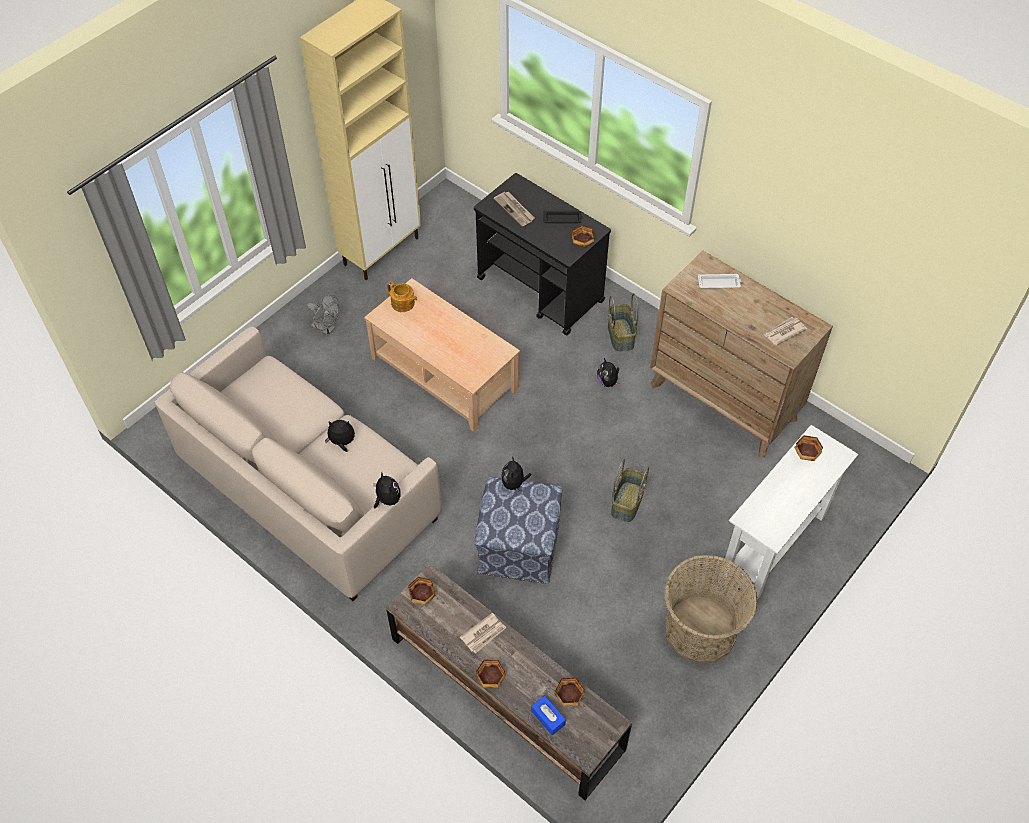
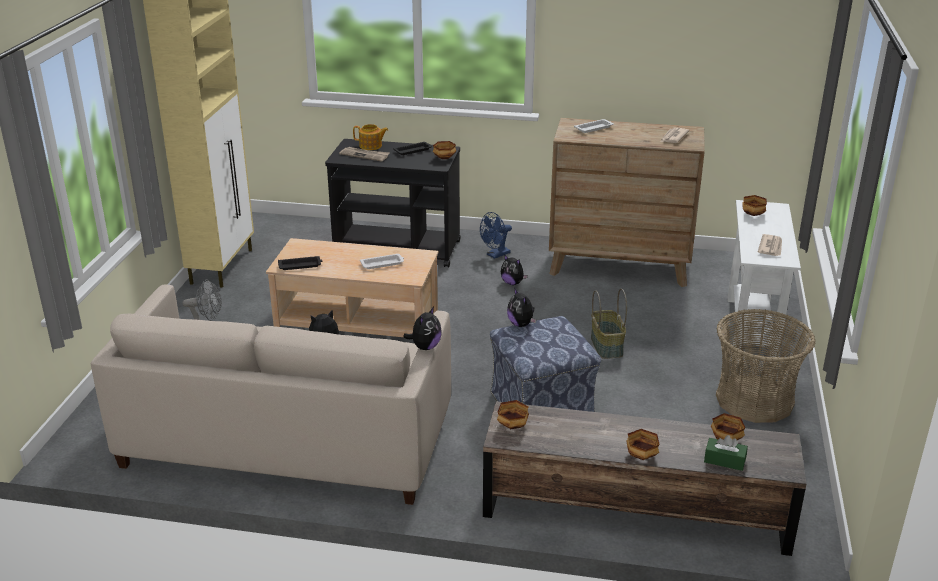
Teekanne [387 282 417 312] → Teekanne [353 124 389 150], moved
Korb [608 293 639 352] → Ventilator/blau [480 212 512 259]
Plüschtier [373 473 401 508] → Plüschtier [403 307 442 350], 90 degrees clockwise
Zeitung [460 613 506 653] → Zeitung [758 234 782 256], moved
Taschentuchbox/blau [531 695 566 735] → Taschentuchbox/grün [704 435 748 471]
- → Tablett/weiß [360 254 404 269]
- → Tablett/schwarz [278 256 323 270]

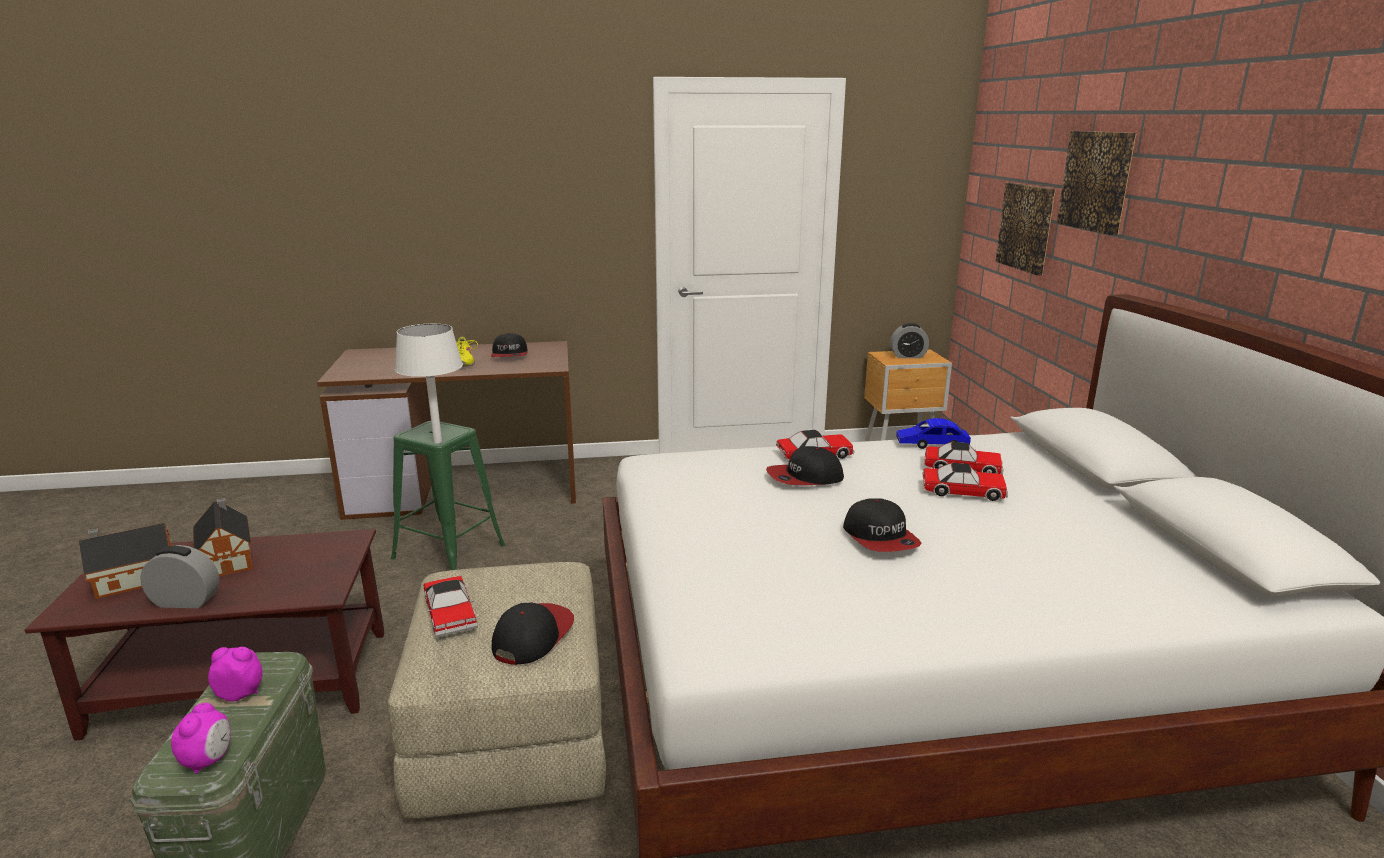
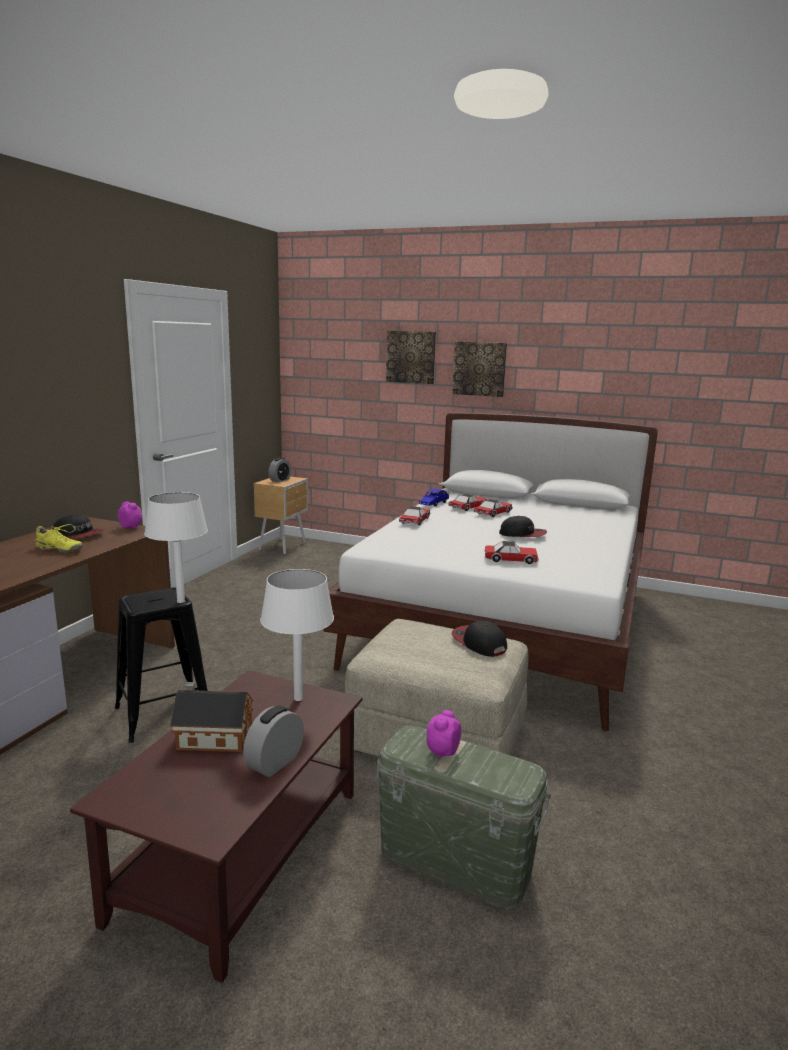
Bild [995 183 1056 275] → Bild [452 342 507 397], moved
Hocker/grün [391 421 505 570] → Hocker/schwarz [115 587 208 743]
Kappe [766 446 844 485] → -
Spielzeughaus [79 523 171 599] → -
Spielzeugauto [424 576 478 637] → Spielzeugauto [485 541 539 564], moved
Wecker [171 703 231 774] → Wecker [118 502 142 529], moved
- → Tischlampe/weiß [260 569 334 701]

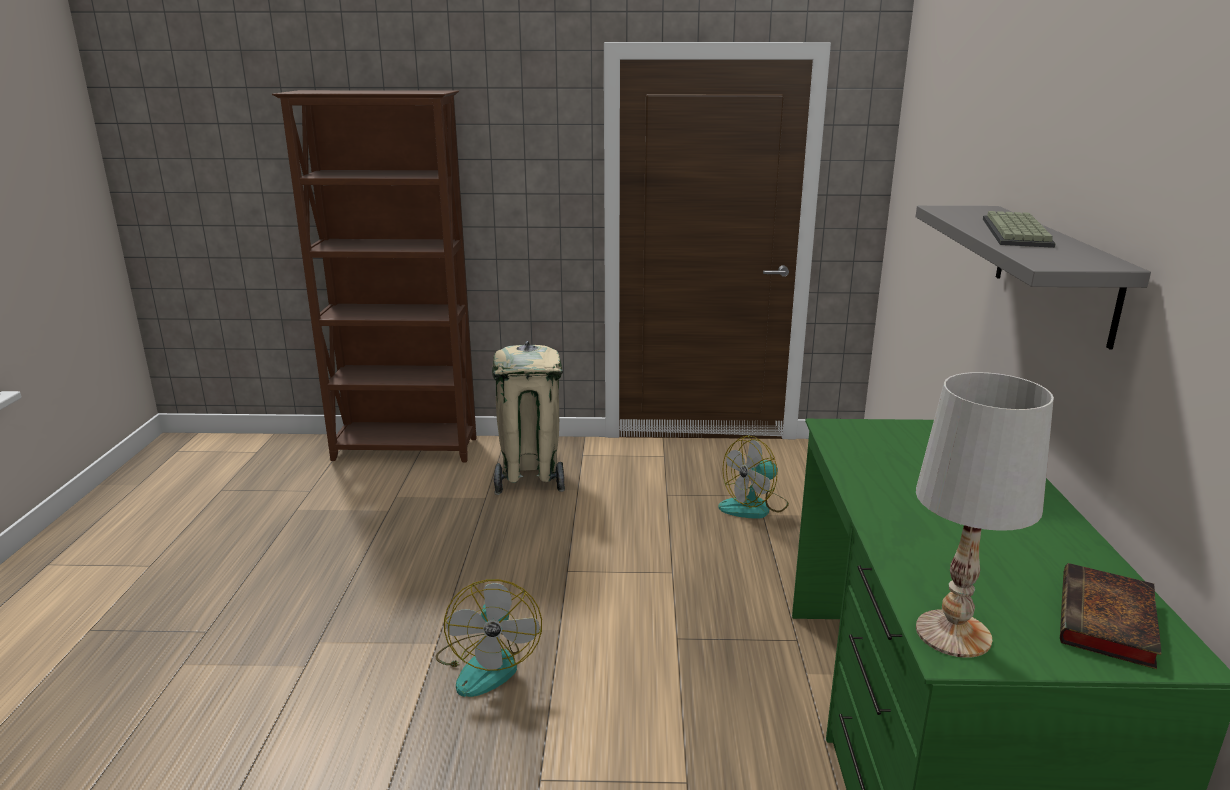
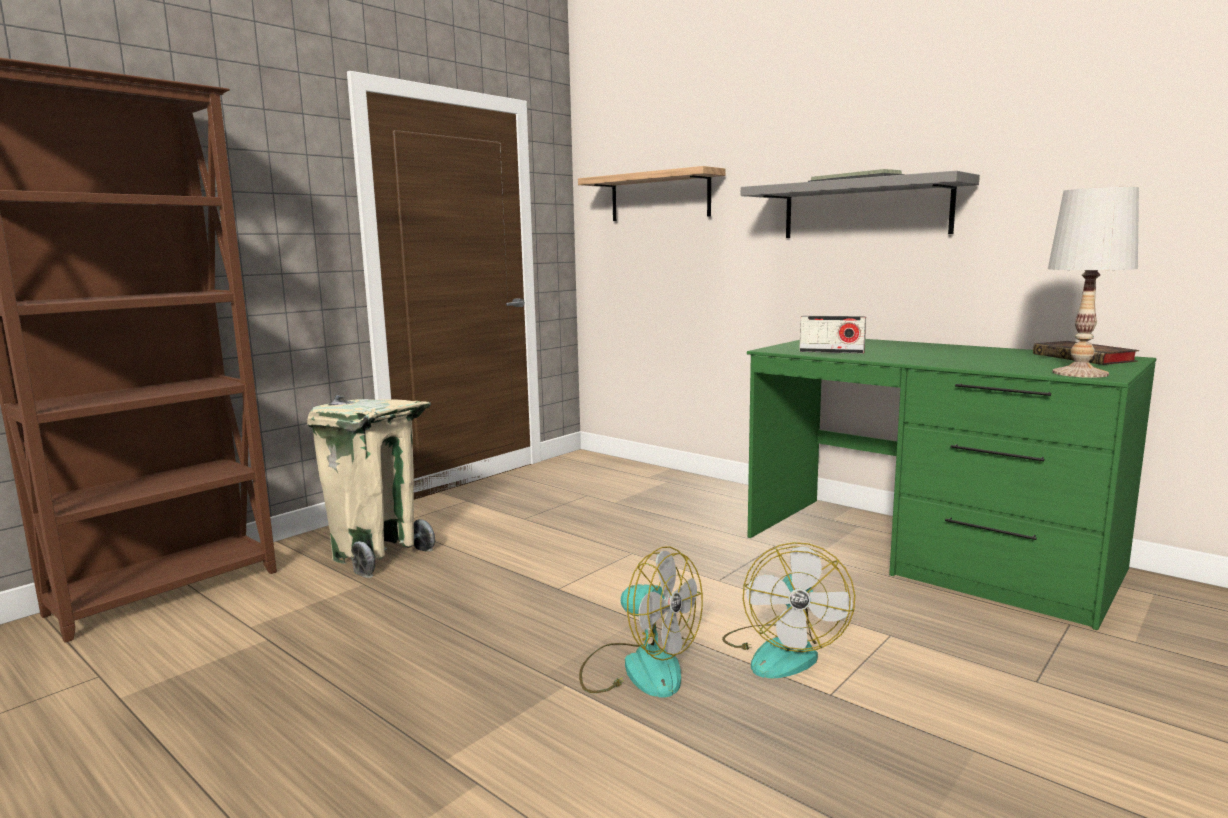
Ventilator [718 435 789 519] → Ventilator [722 542 855 678], moved
- → Wandregal [578 166 726 221]
- → Radio [799 316 866 354]

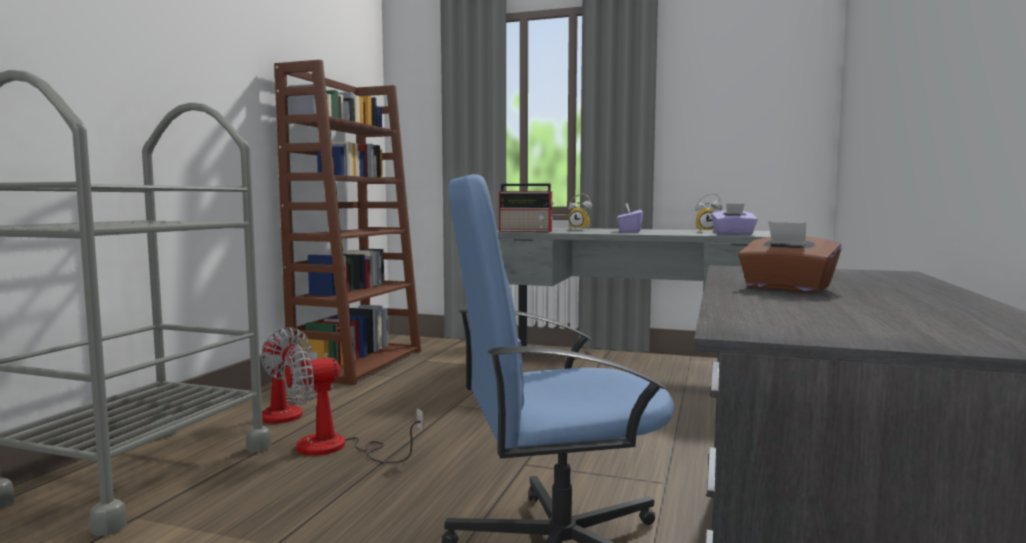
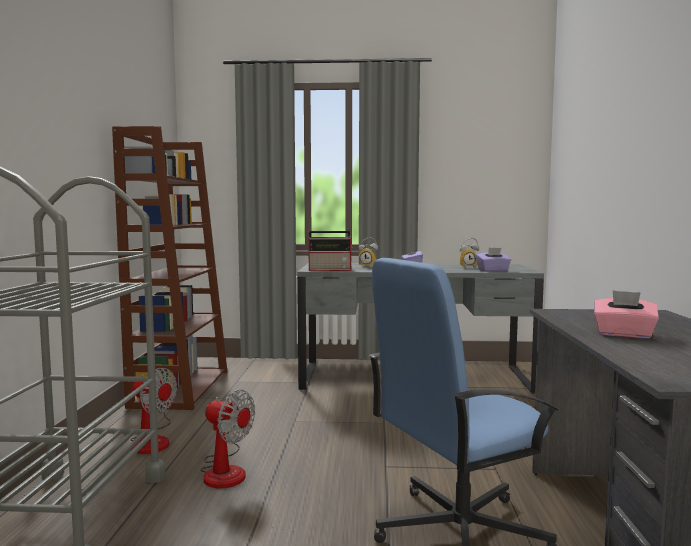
Taschentuchbox/braun [738 221 842 292] → Taschentuchbox/rosa [594 290 659 338]
Ventilator [284 345 423 463] → Ventilator [200 390 255 488], 105 degrees counterclockwise

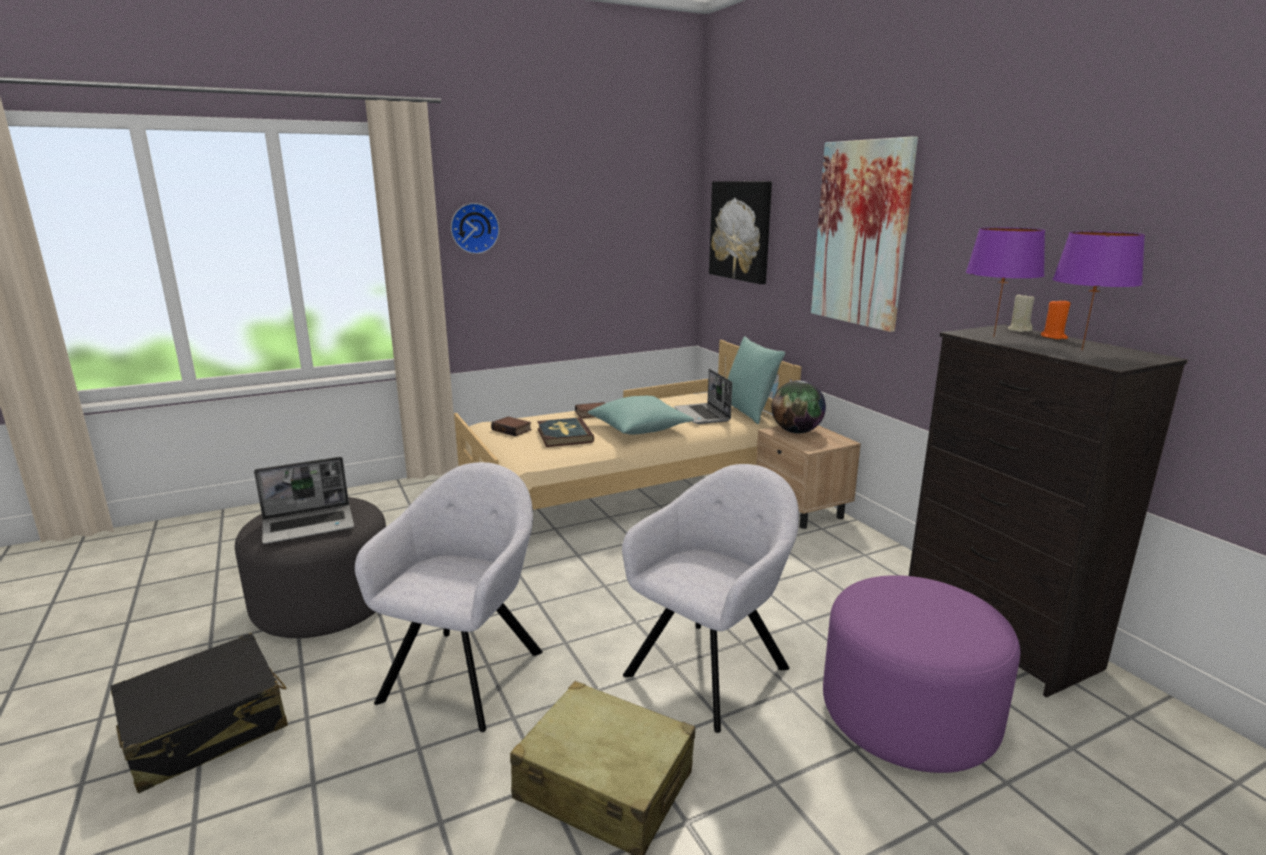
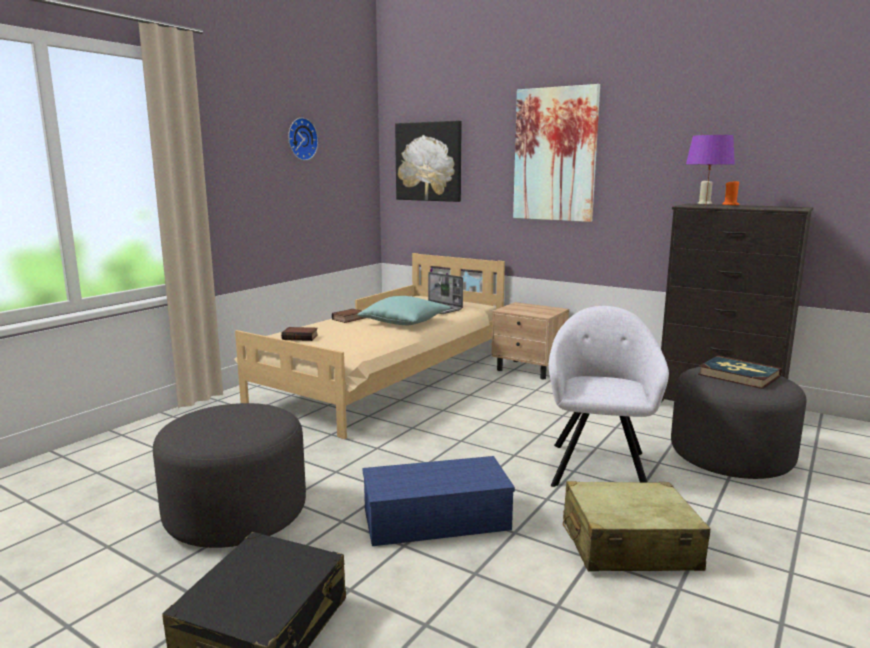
Wanduhr [451 203 499 254] → Wanduhr [288 118 318 161], moved
Tischlampe/lila [1052 231 1145 350] → -
Kissen/türkis [728 336 785 424] → -
Globus [771 380 826 433] → -
Buch [537 417 594 447] → Buch [698 356 782 389], moved
Laptop [254 457 355 544] → -
Sessel/grau [355 462 542 732] → Aufbewahrungsbox/blau [363 456 515 546]
Polsterhocker/lila [823 575 1020 773] → Polsterhocker/grau [671 367 807 479]

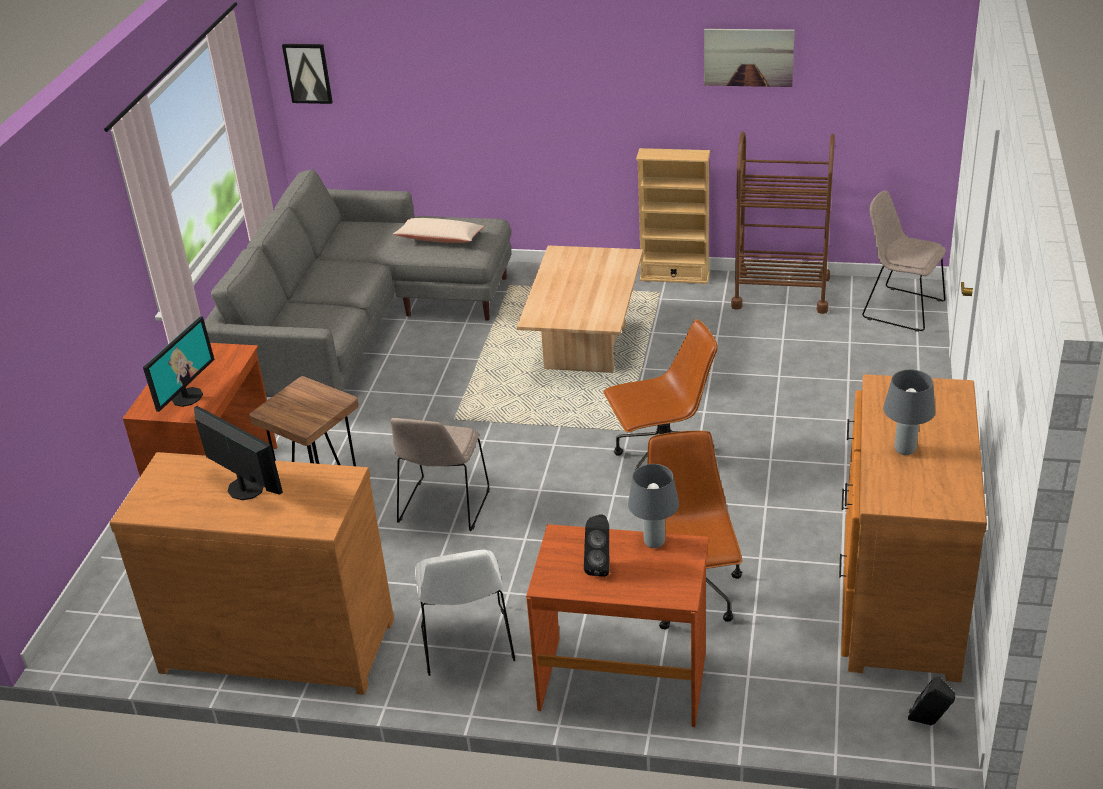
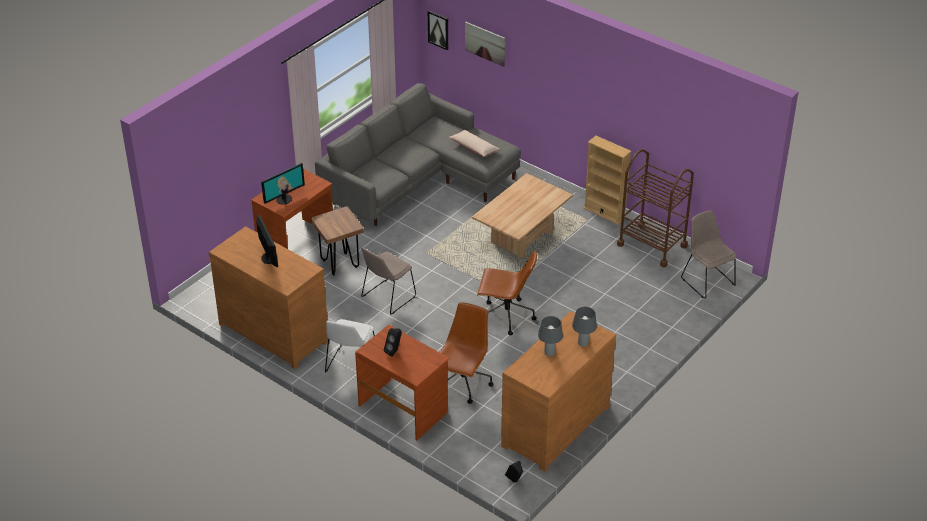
Bild [704 29 795 87] → Bild [465 22 505 67], moved
Tischlampe/grau [628 464 679 548] → Tischlampe/grau [572 307 597 347], moved

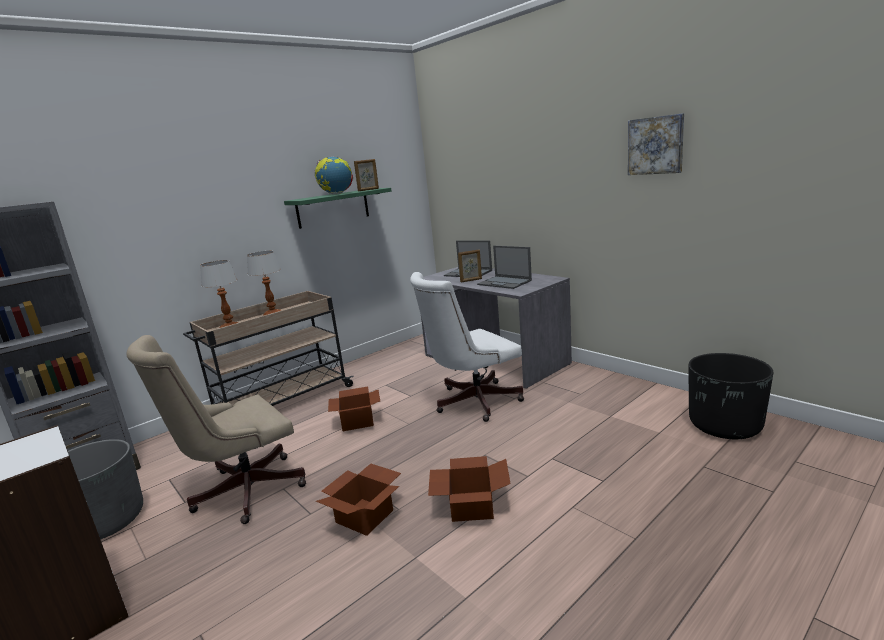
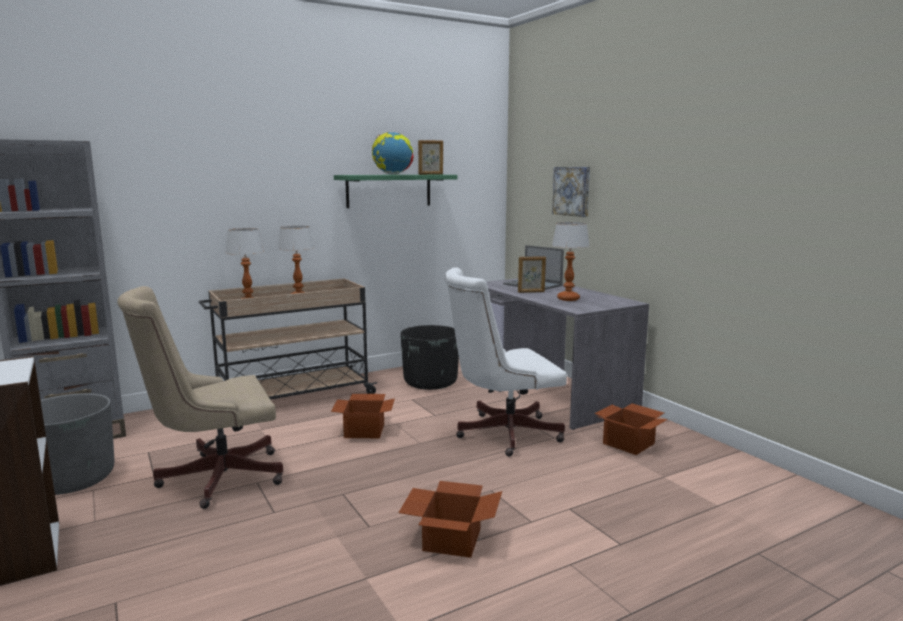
Bild [628 113 684 175] → Bild [552 167 590 217], moved
Laptop [477 246 532 289] → Tischlampe [552 222 590 301]
Pflanzkübel/schwarz [689 353 773 439] → Pflanzkübel/schwarz [401 325 459 390], moved
Karton [316 463 401 536] → Karton [594 404 668 455], moved

